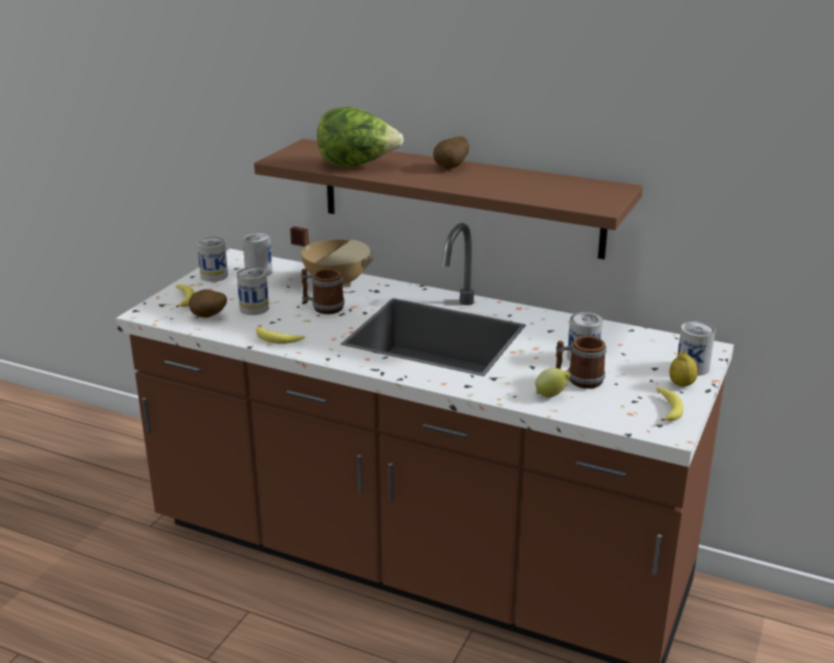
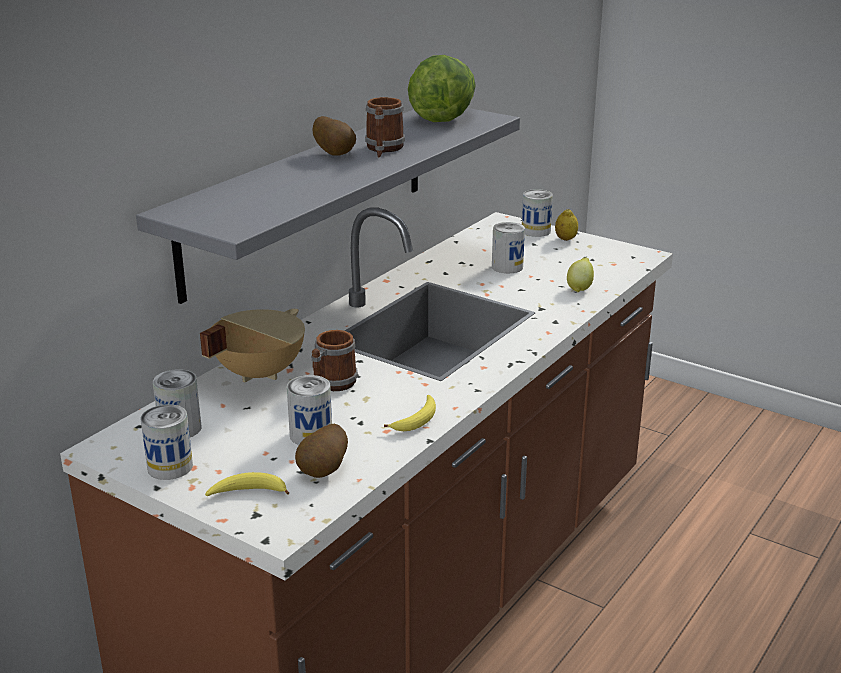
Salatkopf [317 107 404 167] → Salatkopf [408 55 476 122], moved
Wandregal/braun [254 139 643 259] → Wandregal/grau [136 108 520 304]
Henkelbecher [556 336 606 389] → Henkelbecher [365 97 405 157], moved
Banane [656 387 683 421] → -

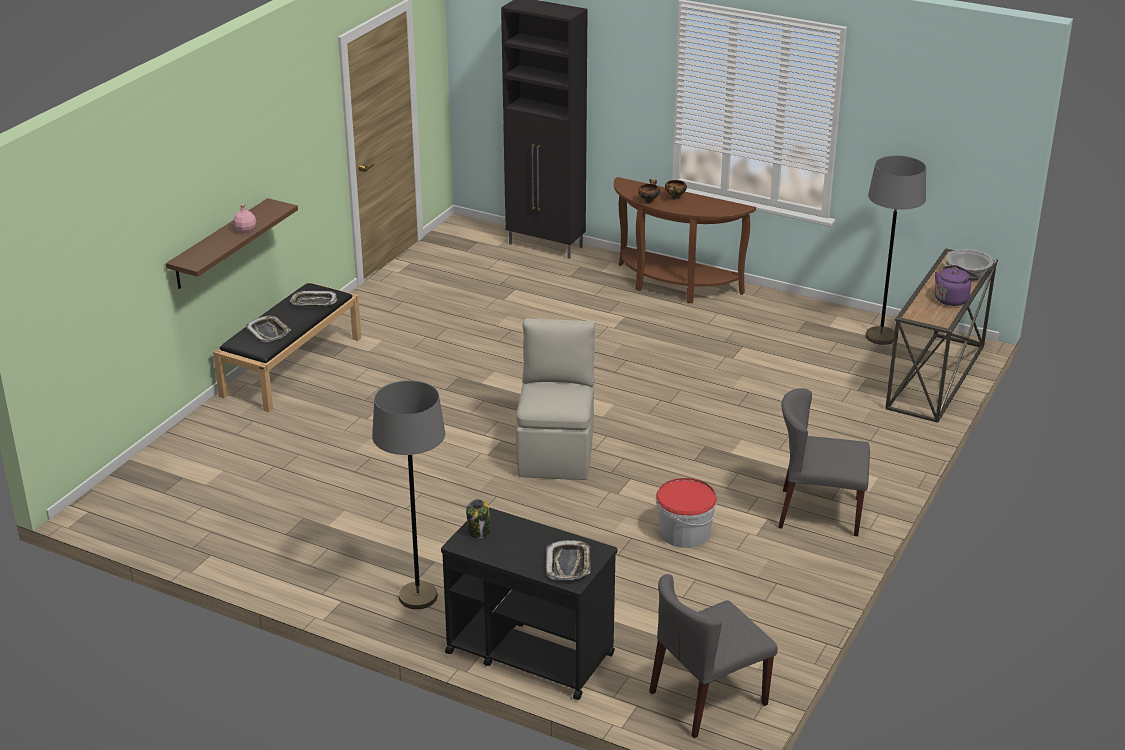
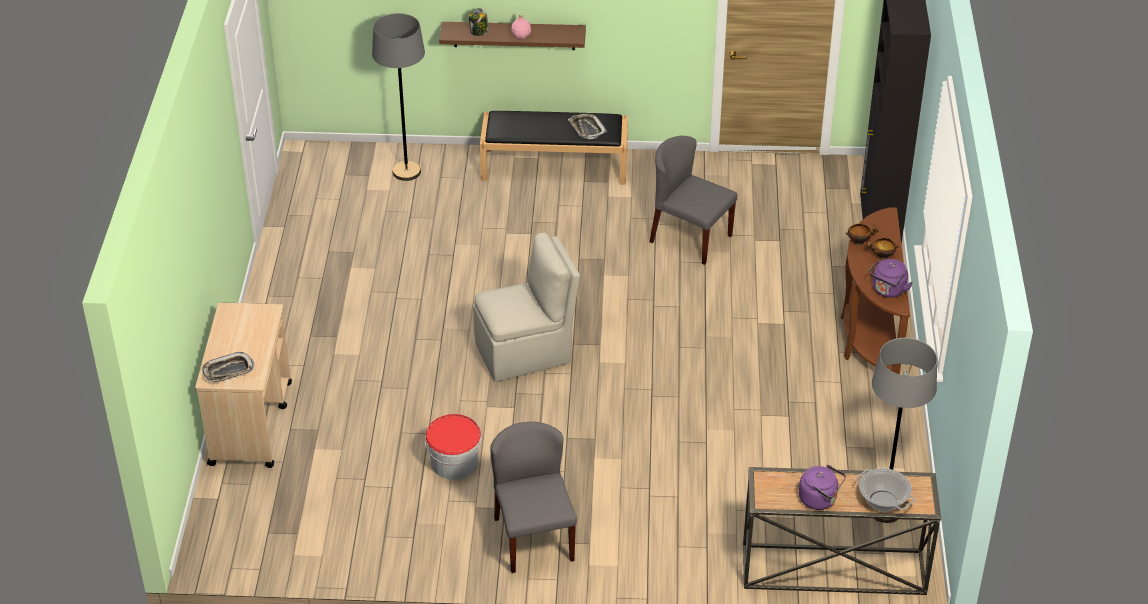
Tablett [246 315 291 342] → -
Stehlampe/grau [372 380 445 609] → Stehlampe/grau [372 13 425 181], moved
Vorratsglas [466 499 492 539] → Vorratsglas [469 8 489 36], moved
Rollwagen/schwarz [441 507 617 700] → Rollwagen/beige [195 302 292 468]
Stuhl/grau [649 574 778 738] → Stuhl/grau [649 136 737 265], moved
- → Wasserkessel/lila [869 259 913 298]

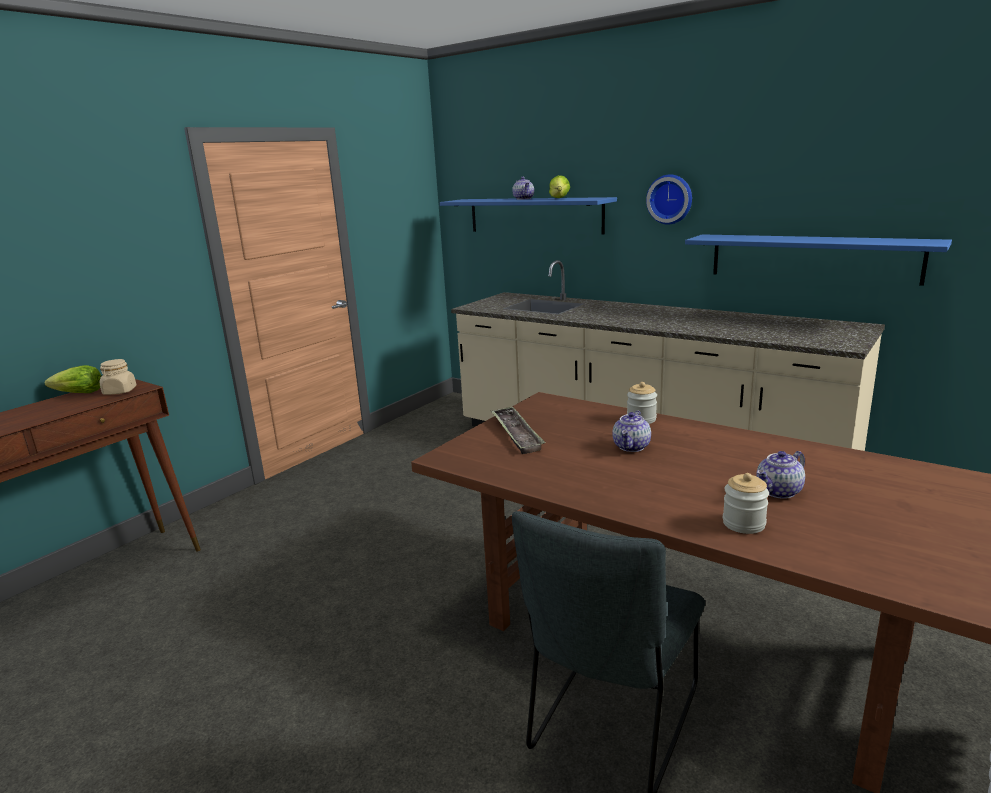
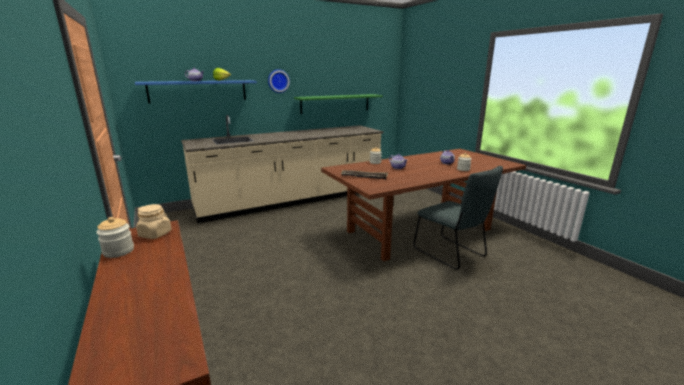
Wandregal/blau [685 234 952 286] → Wandregal/grün [294 94 383 114]
Salatkopf [45 365 101 393] → Vorratsglas [96 217 134 258]

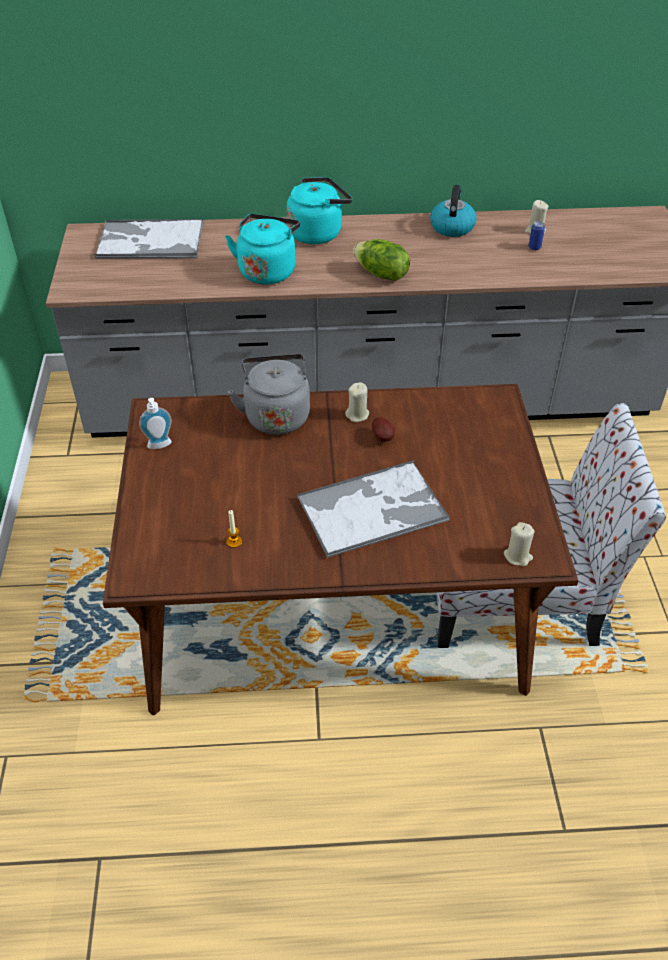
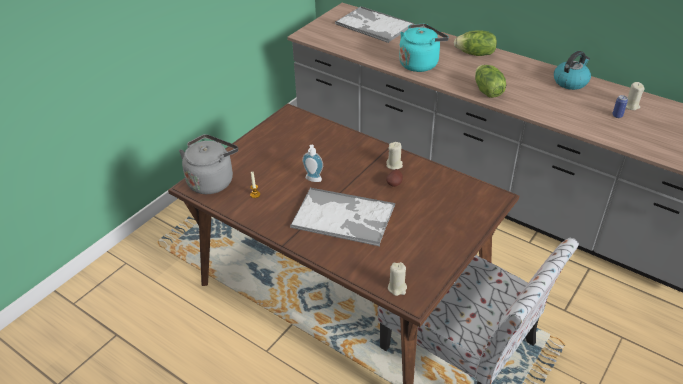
Wasserkessel/türkis [287 177 352 244] → Salatkopf [454 31 497 56]
Wasserkessel/grau [228 354 310 435] → Wasserkessel/grau [179 134 238 194], moved
Seifenspender [139 398 172 449] → Seifenspender [302 145 323 182], moved

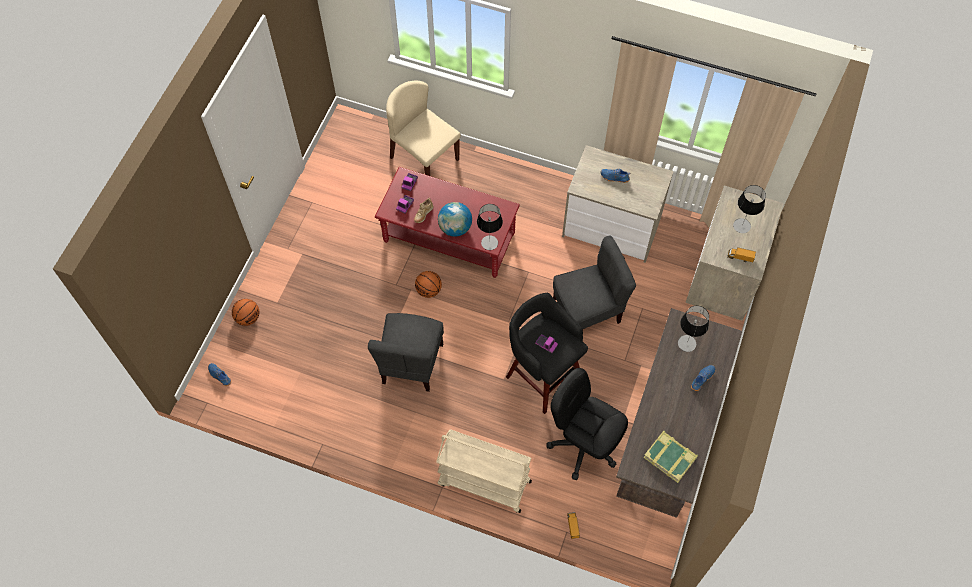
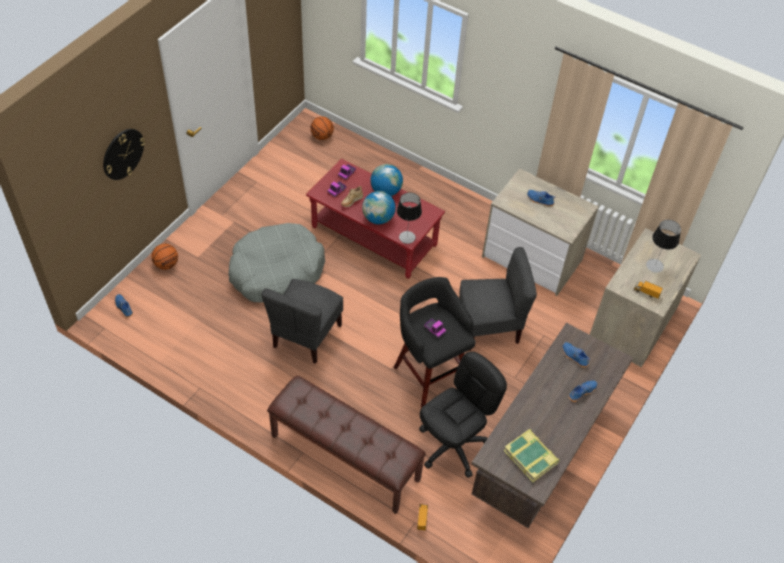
Stuhl/beige [386 81 461 176] → -
Basketball [415 271 442 298] → Basketball [310 116 334 140], moved
Tischlampe [678 306 709 352] → Schuh/blau [562 342 590 367]
Bürostuhl/schwarz [546 368 628 480] → Bürostuhl/schwarz [419 351 507 478], 90 degrees clockwise
Rollwagen/beige [436 429 532 513] → Bank/braun [267 376 426 514]
- → Wanduhr [103 129 145 180]
- → Globus [370 164 403 196]
- → Hundebett/grau [228 223 325 303]

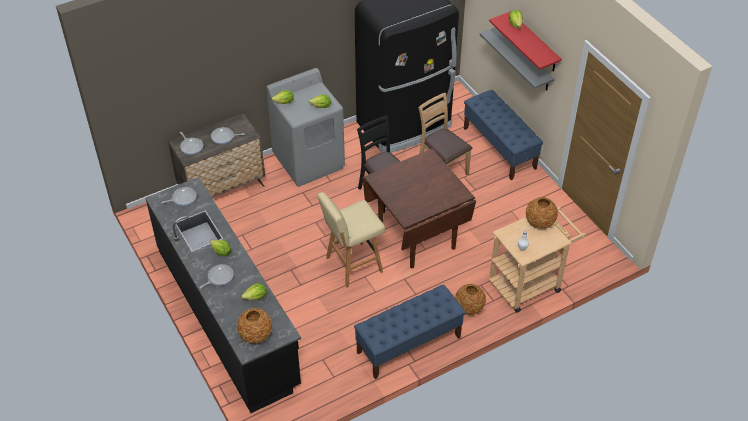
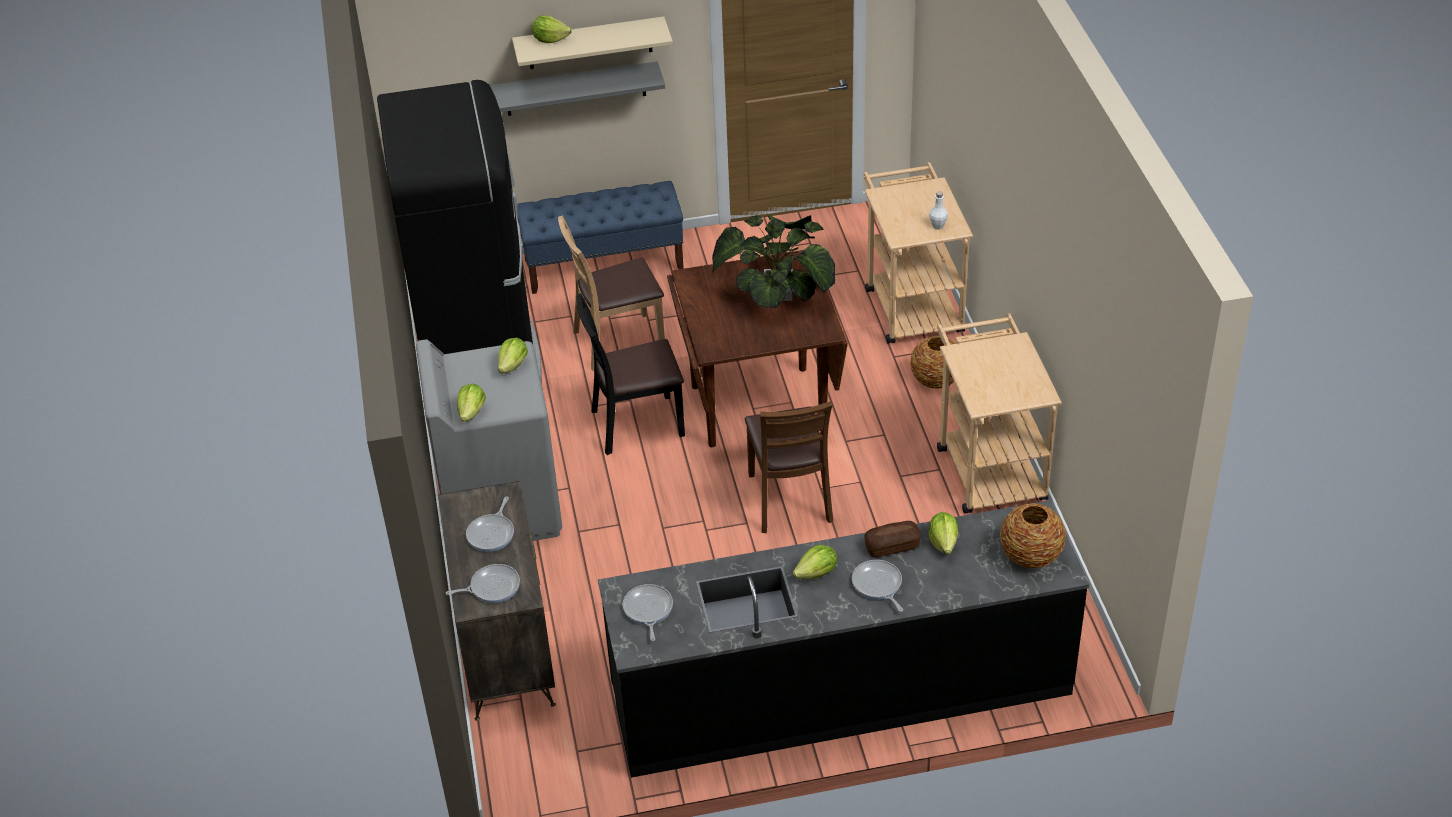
Wandregal/rot [489 11 562 72] → Wandregal/beige [512 17 673 69]
Hocker/beige [318 192 385 288] → Stuhl/braun [745 401 833 533]
Vase [526 197 558 229] → -
Bank/blau [354 284 465 379] → Rollwagen/beige [937 313 1062 514]
- → Topfpflanze [712 215 835 308]
- → Brot [865 521 921 557]

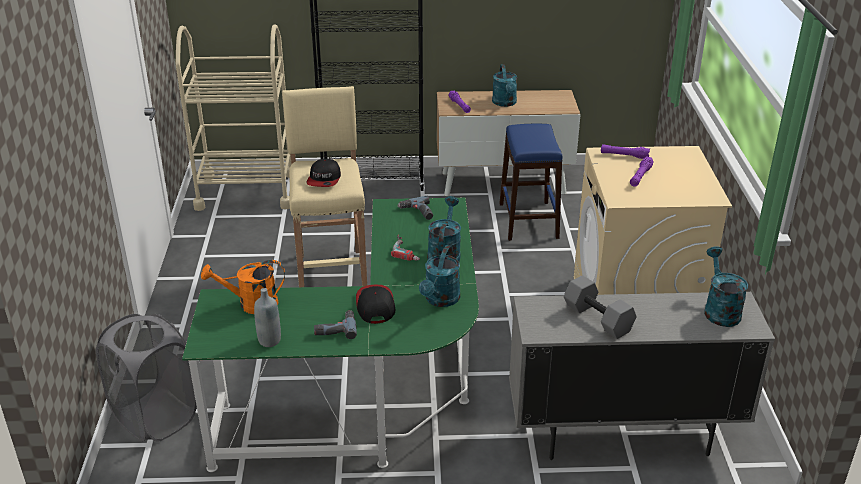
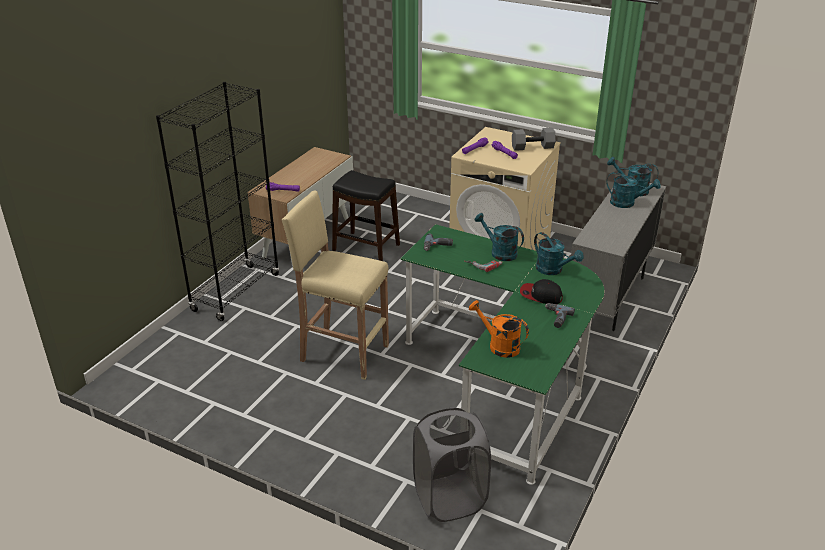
Rollwagen/beige [175 24 291 211] → -
Gießkanne/türkis [492 64 517 107] → Gießkanne/türkis [606 172 661 208], moved
Hocker/blau [499 124 563 241] → Hocker/schwarz [332 170 400 261]
Kappe [306 159 341 187] → -
Gießkanne/orange [201 260 285 314] → Gießkanne/orange [469 300 529 358], 105 degrees clockwise
Hantel/grau [564 275 637 339] → Hantel/grau [512 128 556 151], moved
Flasche/grau [254 288 281 347] → -

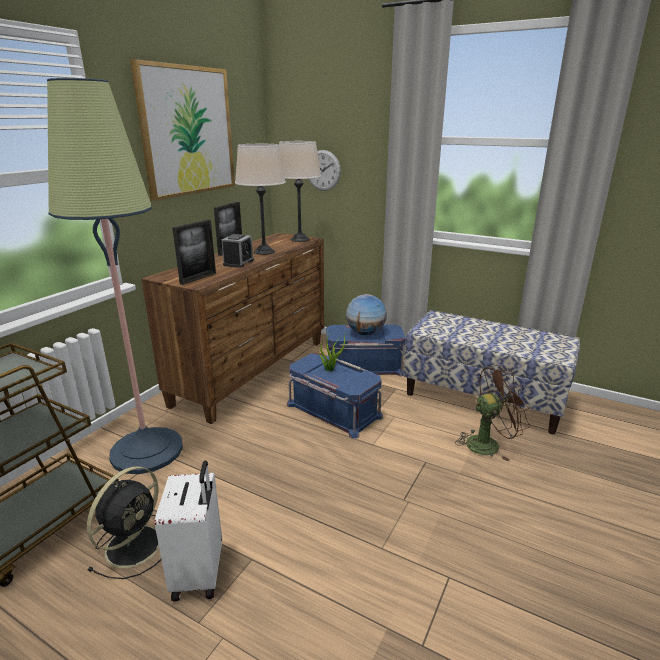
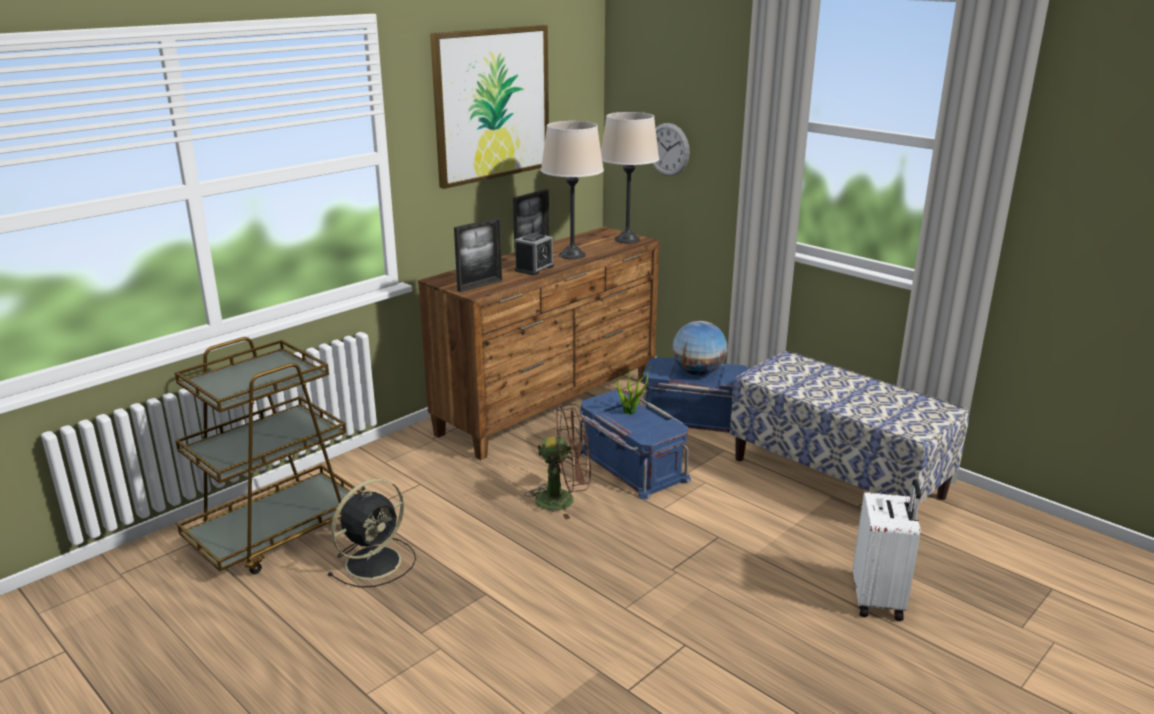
Stehlampe [47 78 183 474] → -
Ventilator/braun [455 365 530 462] → Ventilator/braun [525 404 591 519], moved
Koffer/weiß [155 461 222 602] → Koffer/weiß [853 479 921 621], moved

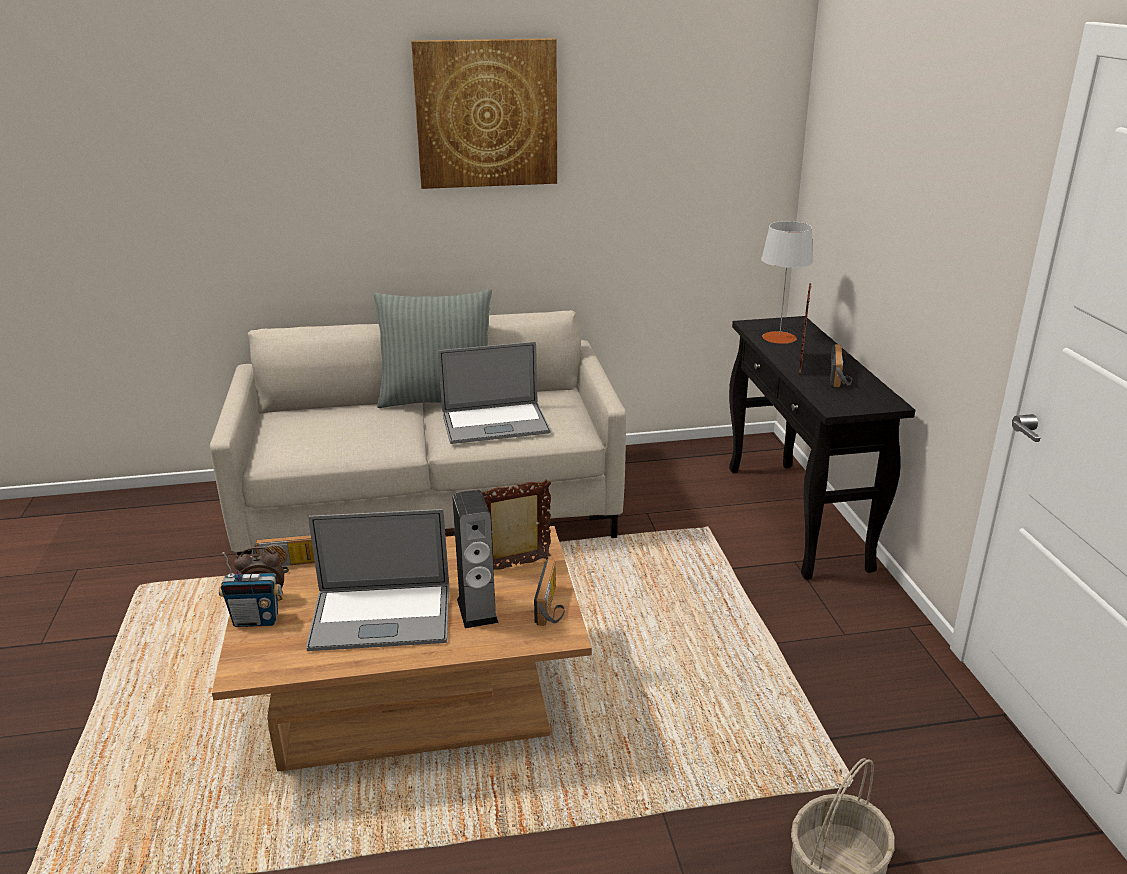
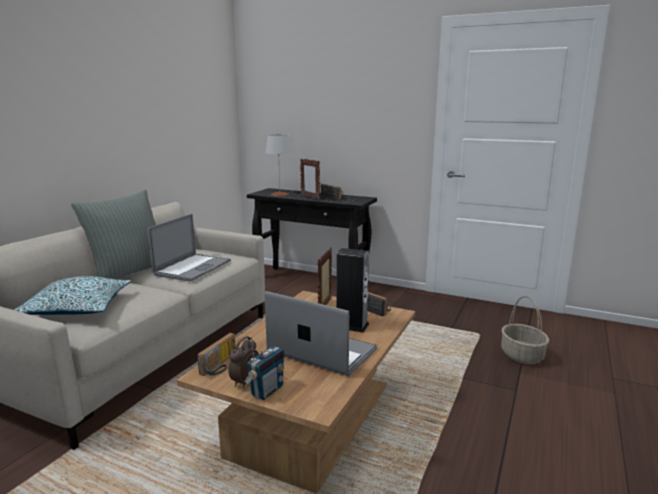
Bild [411 38 557 189] → -
Laptop [306 509 449 651] → Laptop [265 291 377 376], 90 degrees counterclockwise
- → Kissen [14 276 132 315]

